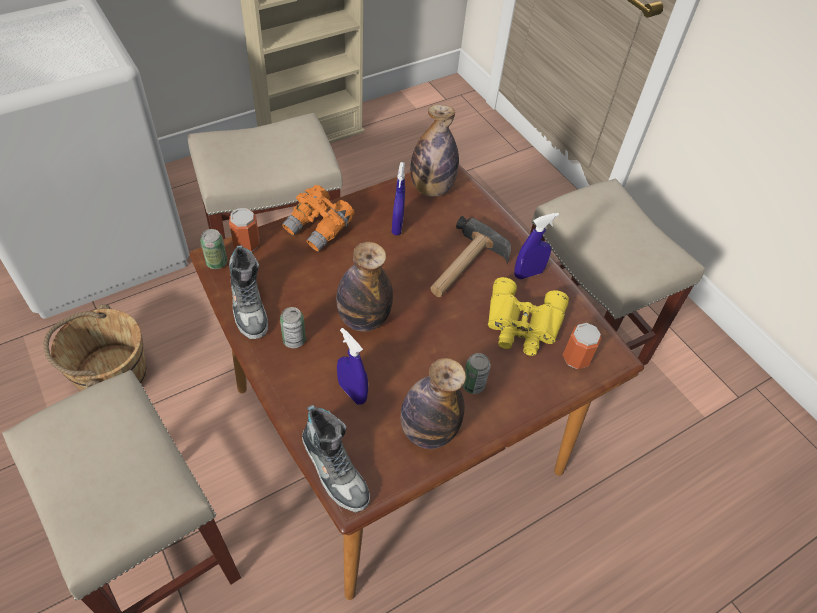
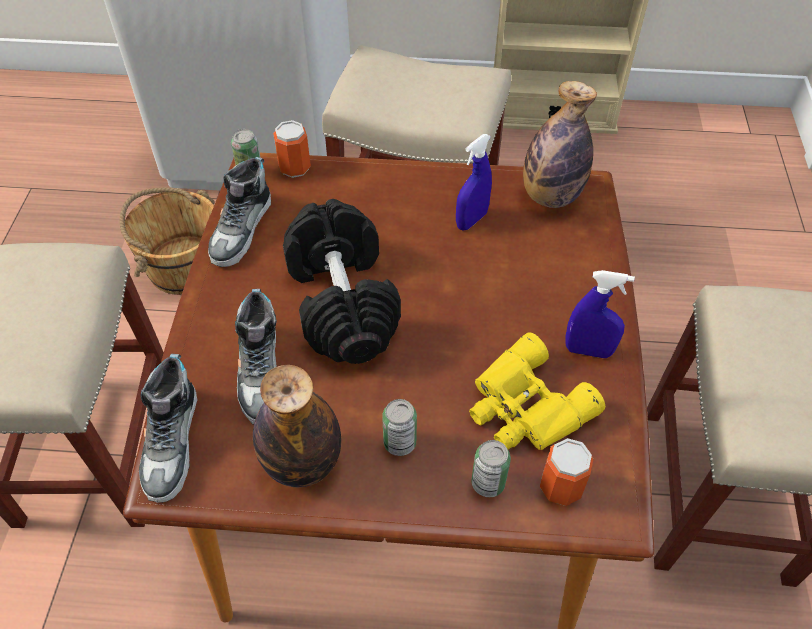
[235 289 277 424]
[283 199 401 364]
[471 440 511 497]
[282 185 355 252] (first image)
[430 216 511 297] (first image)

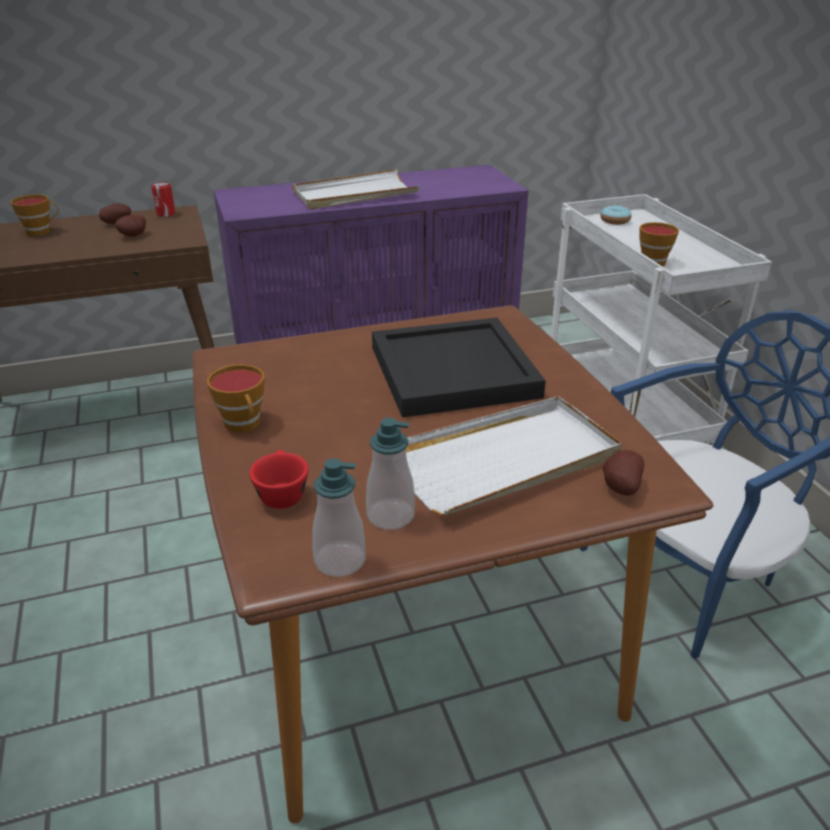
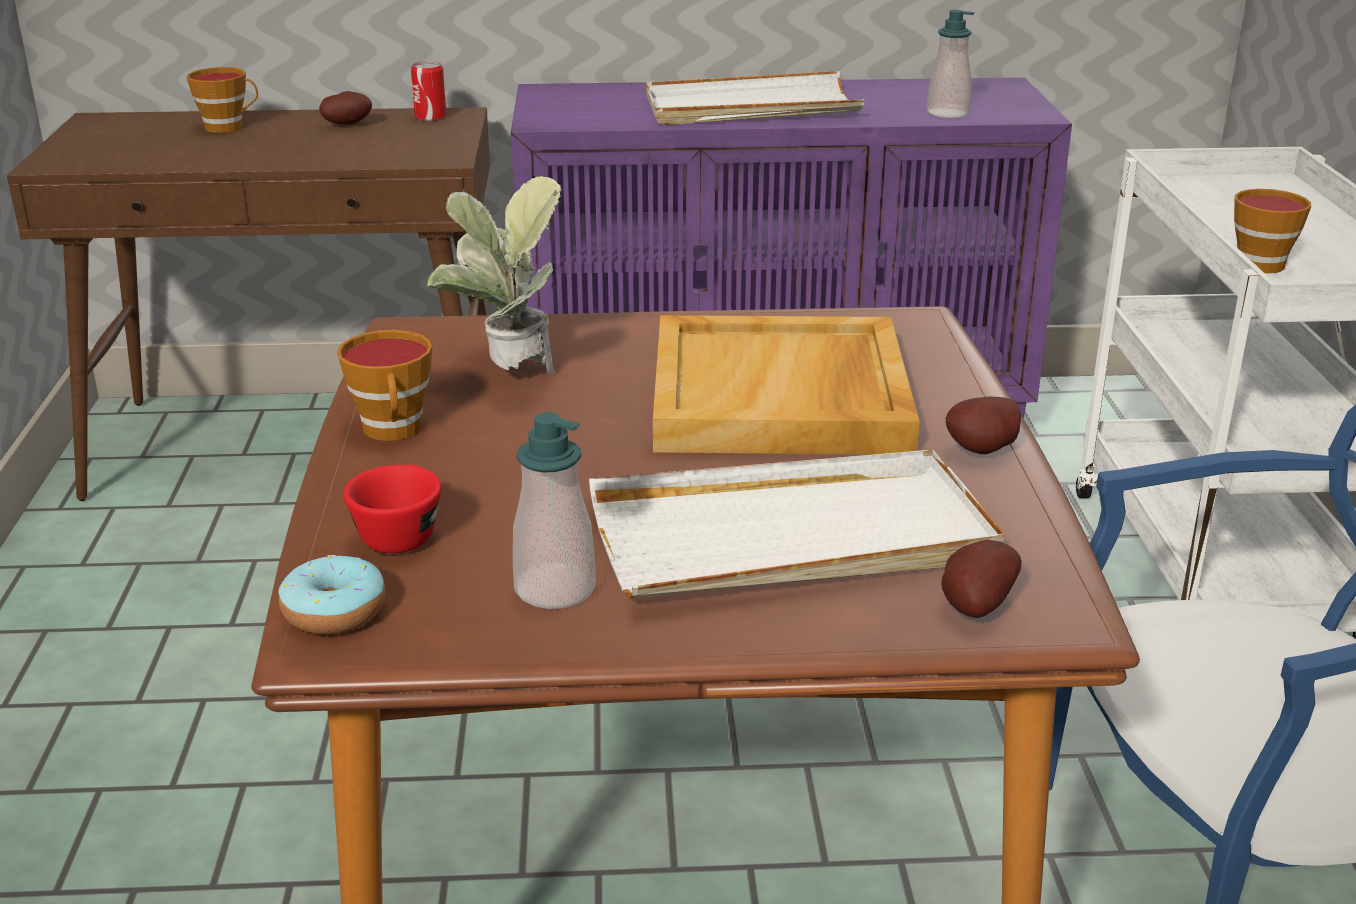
[278 555 386 634]
[428 176 563 376]
[653 315 919 454]
[927 10 974 118]
[945 397 1021 454]

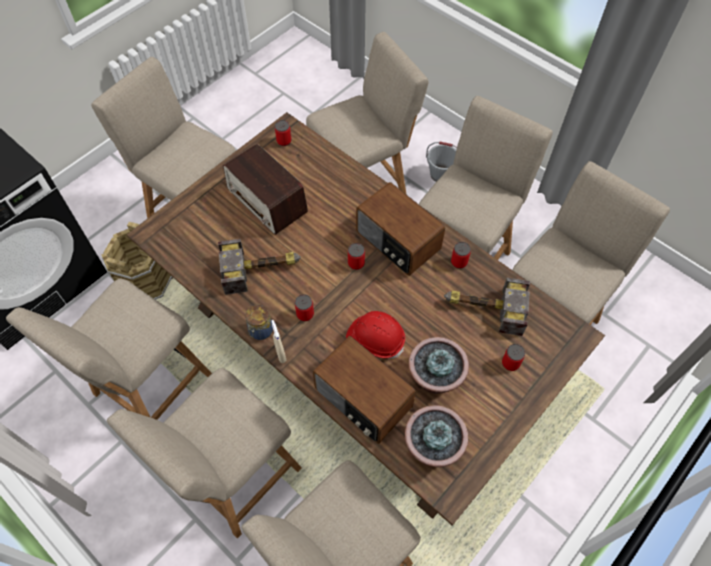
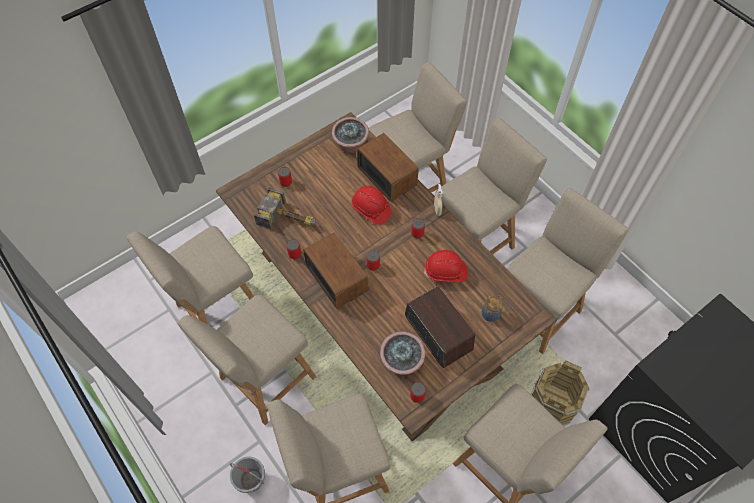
[380 331 426 375]
[424 250 468 282]
[482 295 503 322]

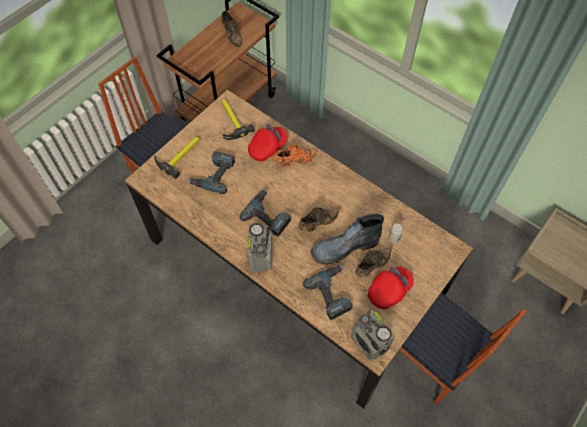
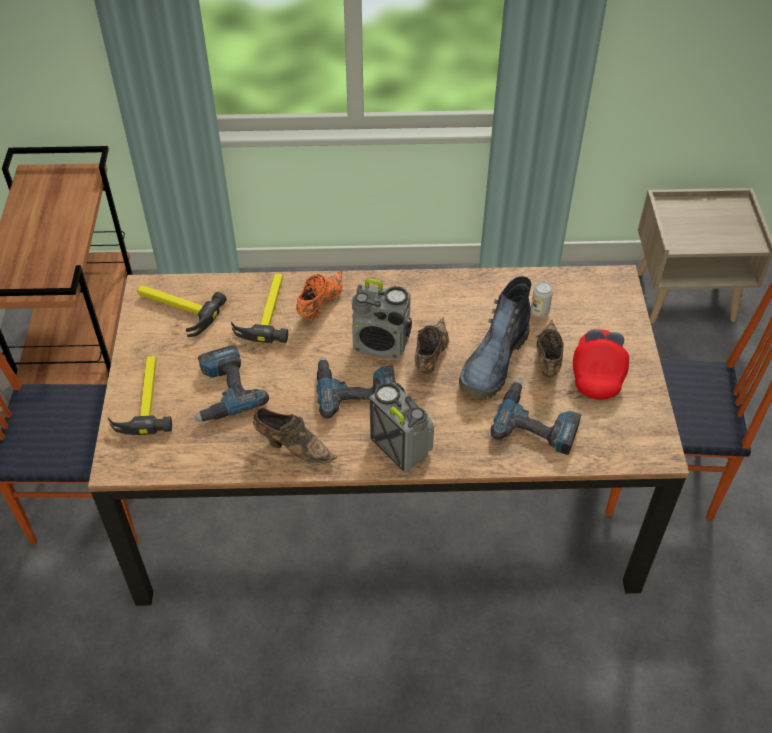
[231 274 288 343]
[253 407 337 465]
[352 279 412 359]

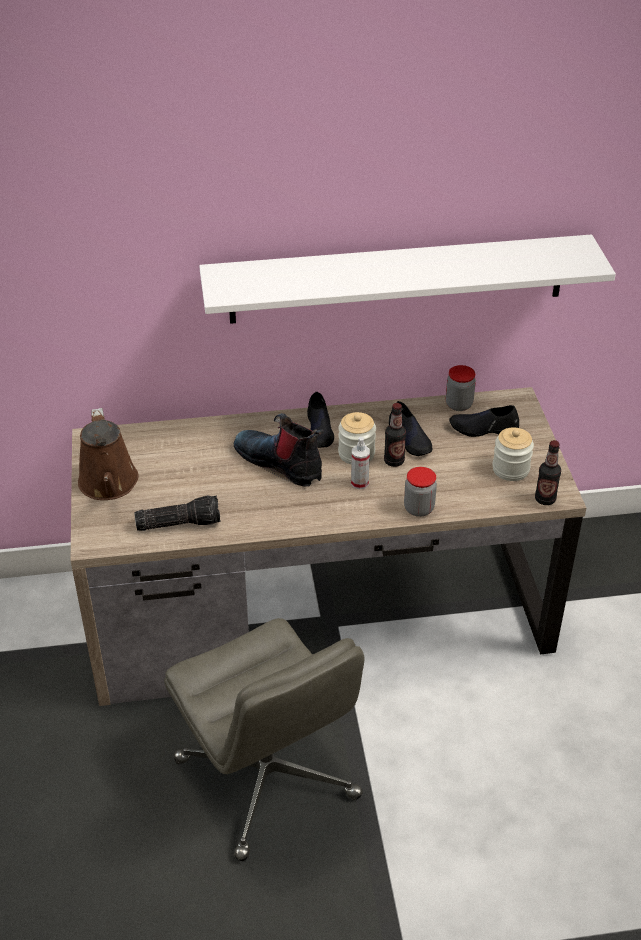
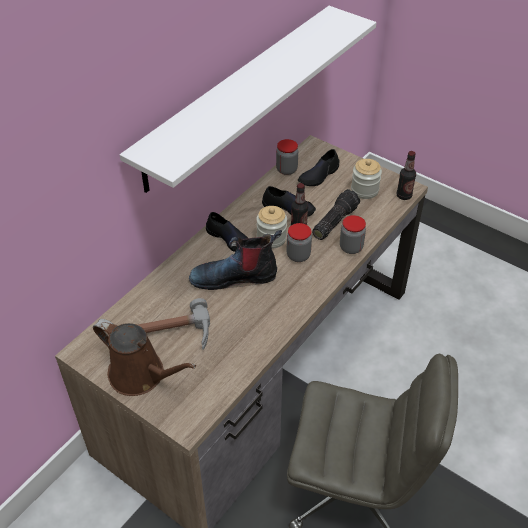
[138 298 210 350]
[287 223 312 262]
[312 189 360 240]

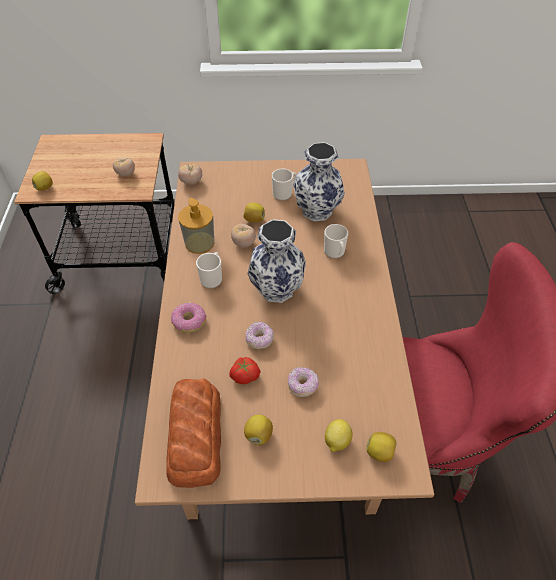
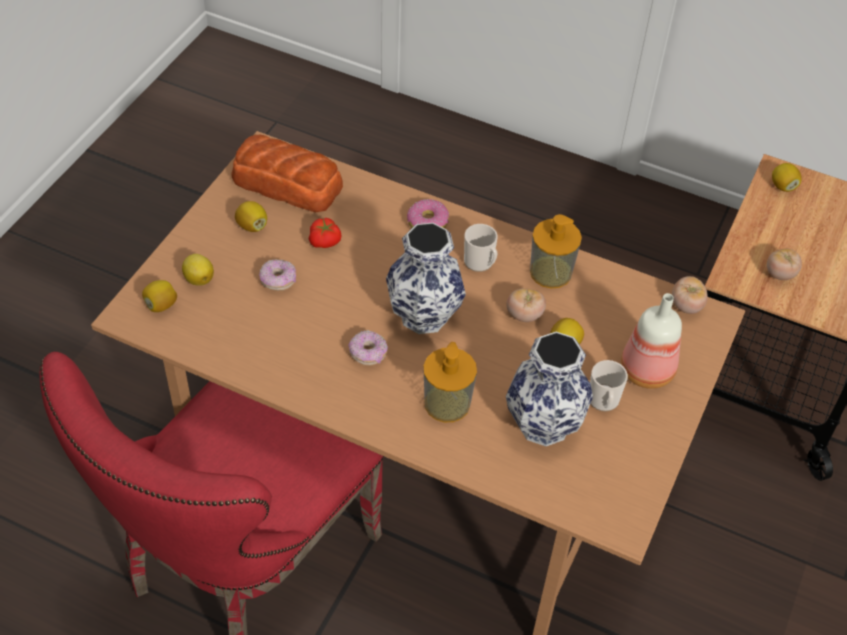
[349 330 388 366]
[423 342 477 422]
[621 293 682 389]

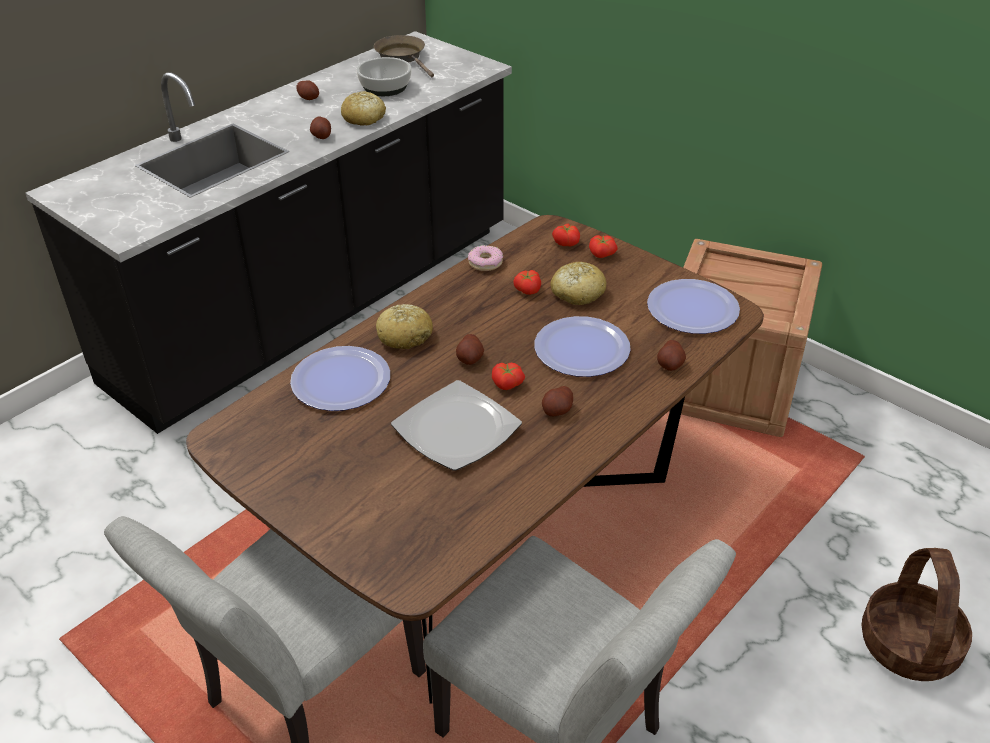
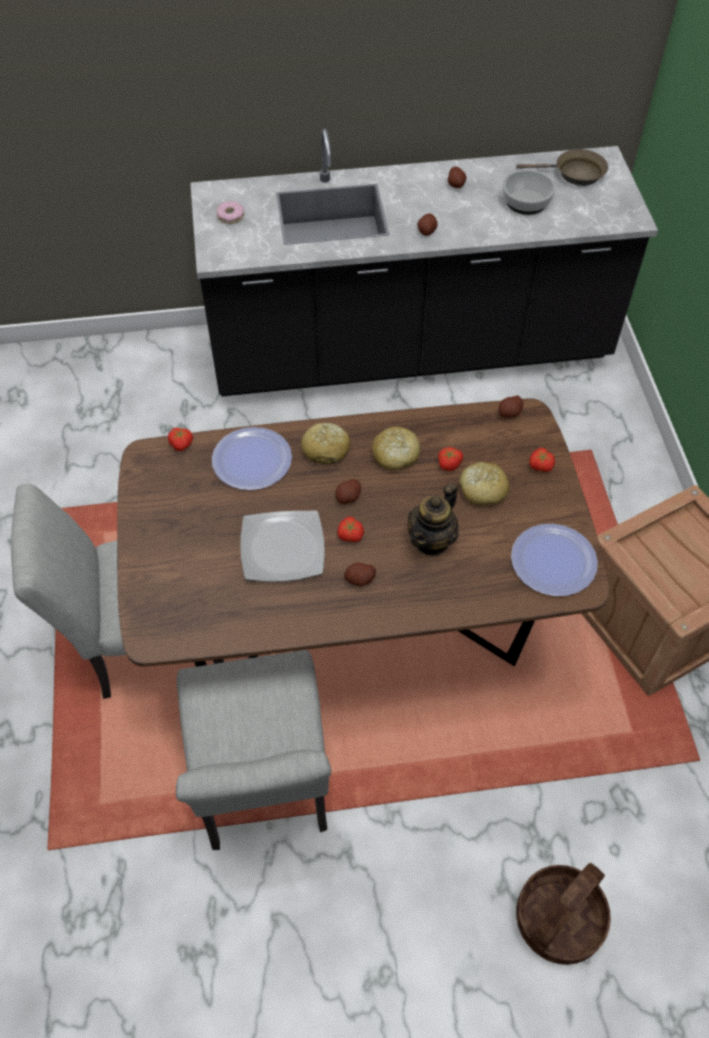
[168 428 193 451]
[216 201 244 224]
[372 427 420 470]
[408 483 459 556]
[499 395 523 418]
[516 149 608 186]

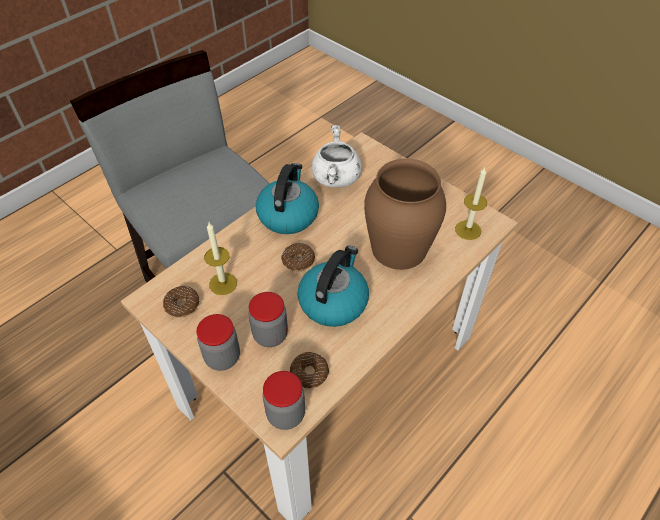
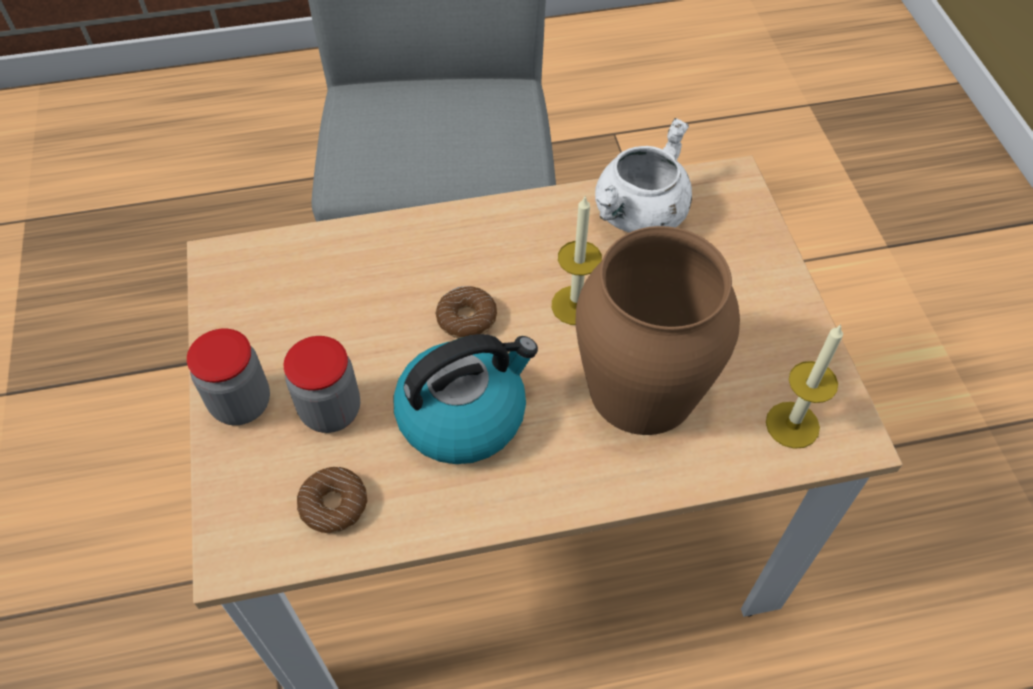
[552 195 602 325]
[163 286 200 318] (first image)
[256 163 319 234] (first image)
[263 371 305 430] (first image)

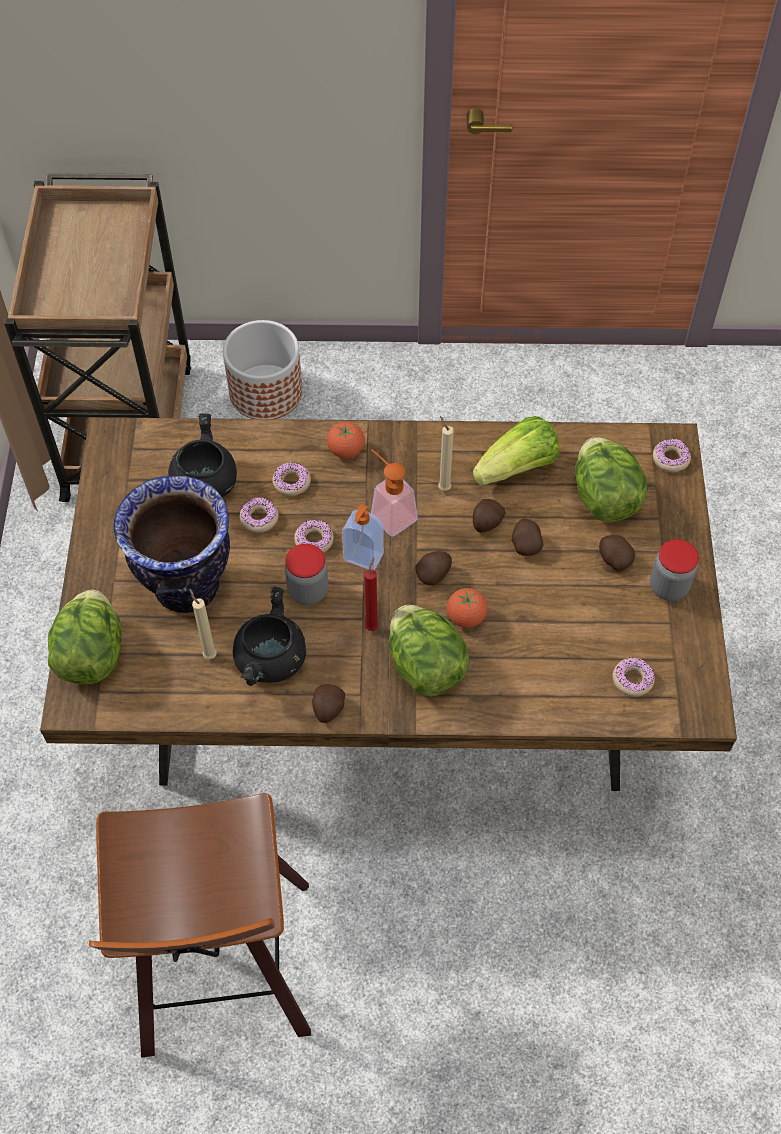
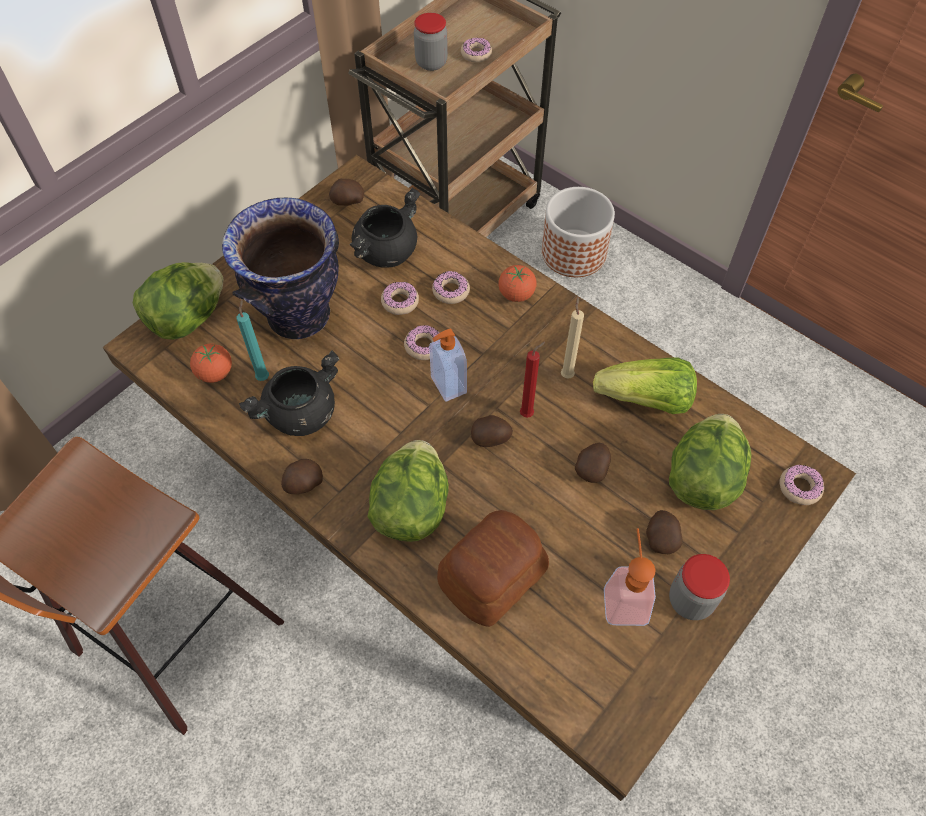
[190 343 232 383]
[236 299 269 381]
[329 179 364 206]
[414 13 448 71]
[437 510 549 627]
[461 37 492 63]
[520 342 545 418]
[604 528 656 626]

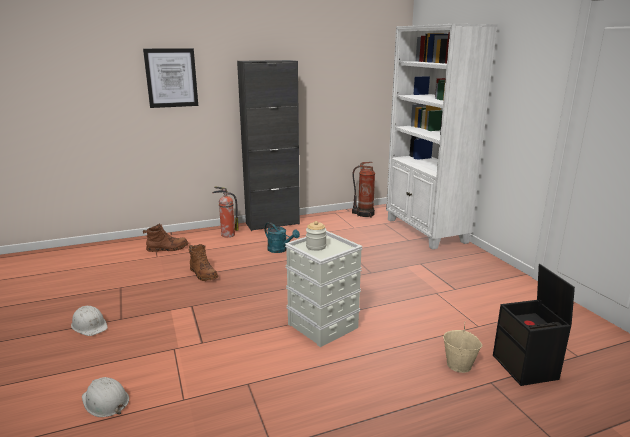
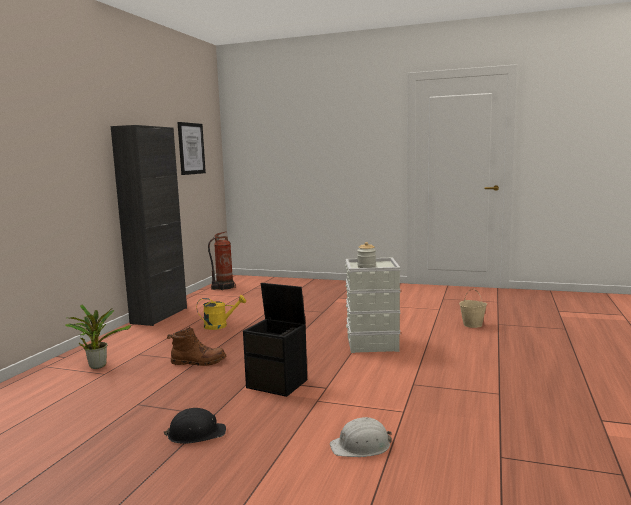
[65 304 131 369]
[163 408 226 444]
[177 122 206 175]
[197 295 246 330]
[243 283 307 397]
[212 187 239 237] (first image)
[386 24 498 250] (first image)

